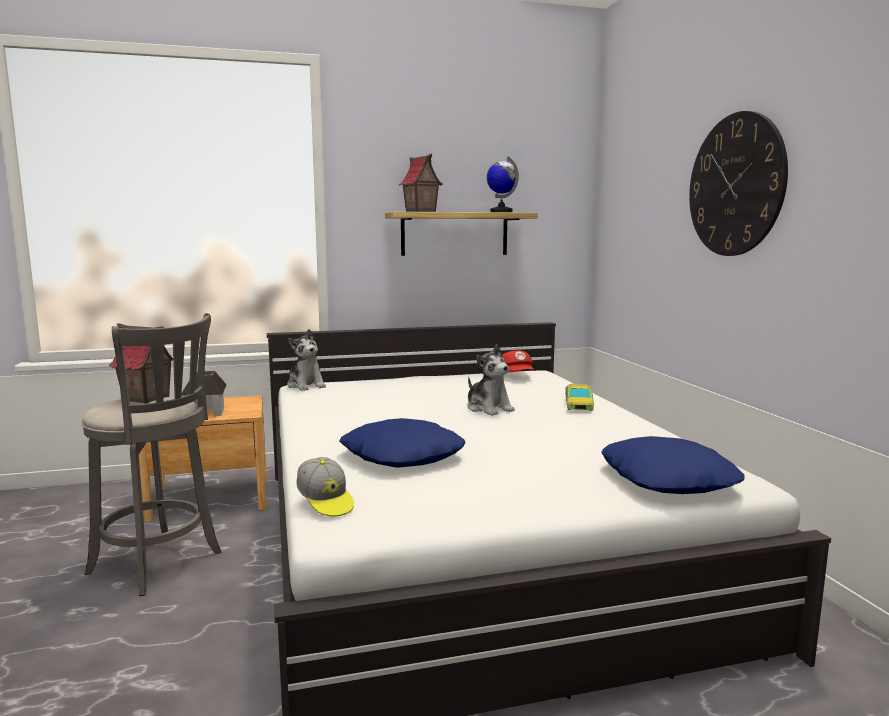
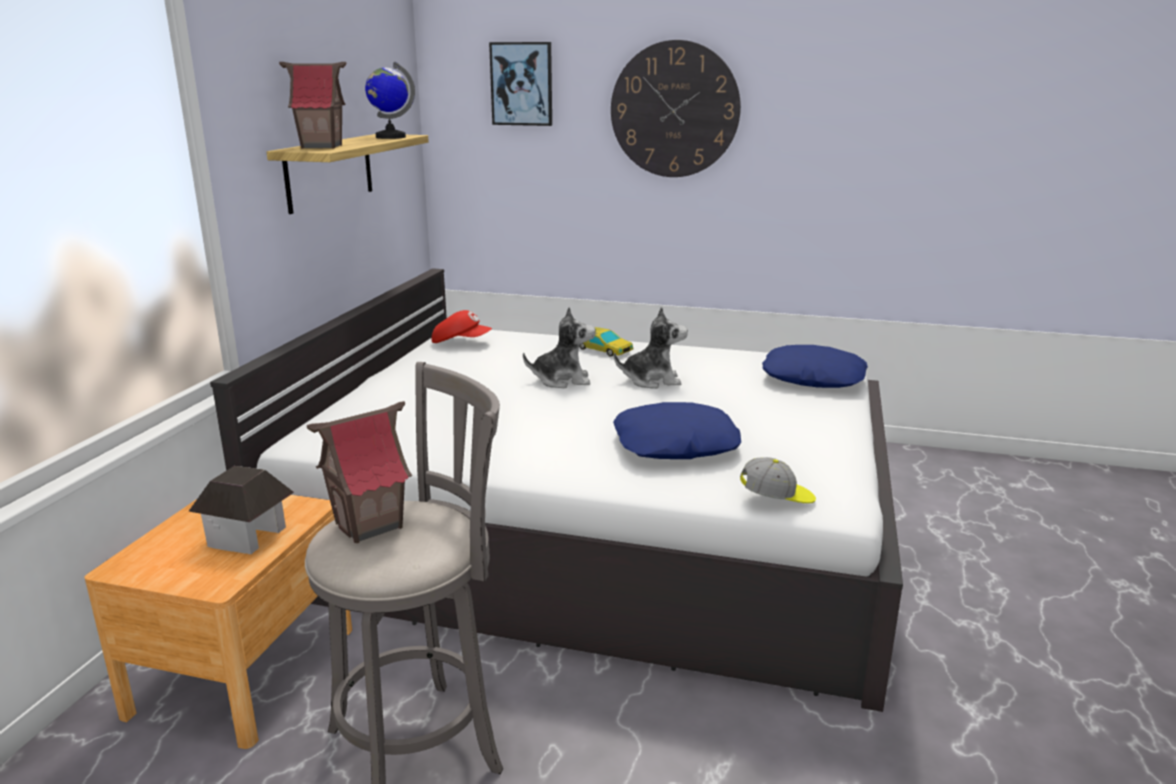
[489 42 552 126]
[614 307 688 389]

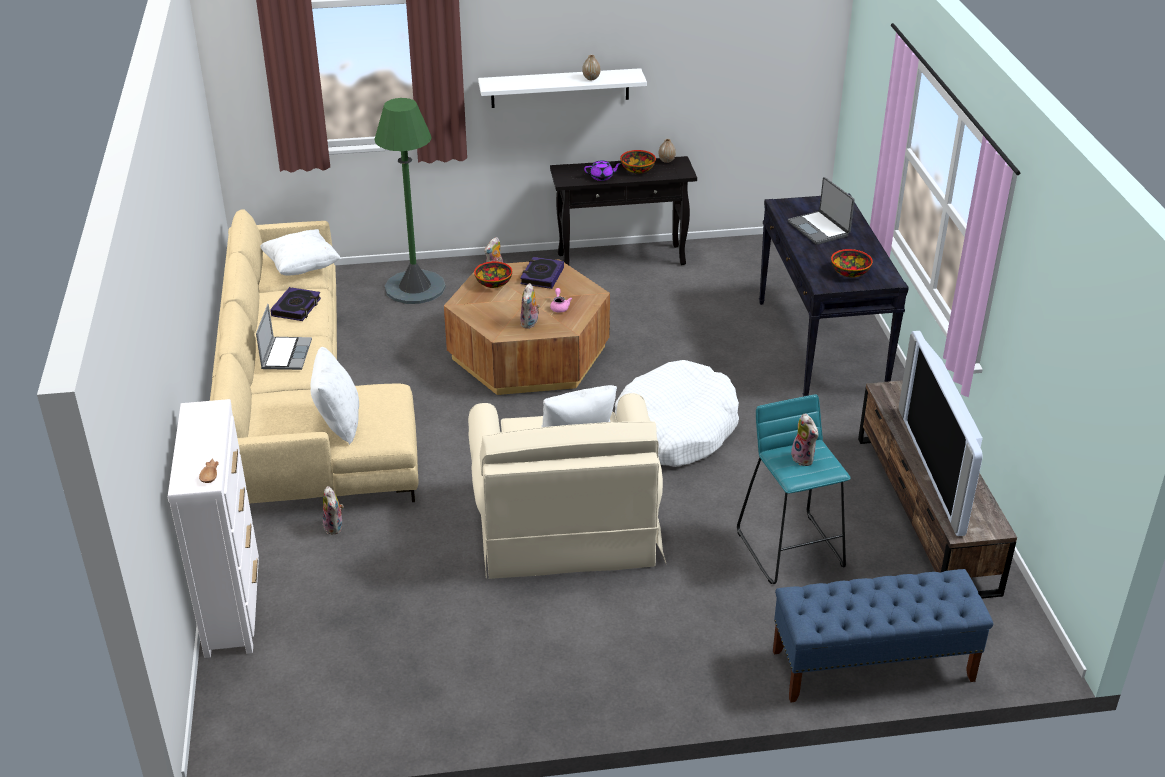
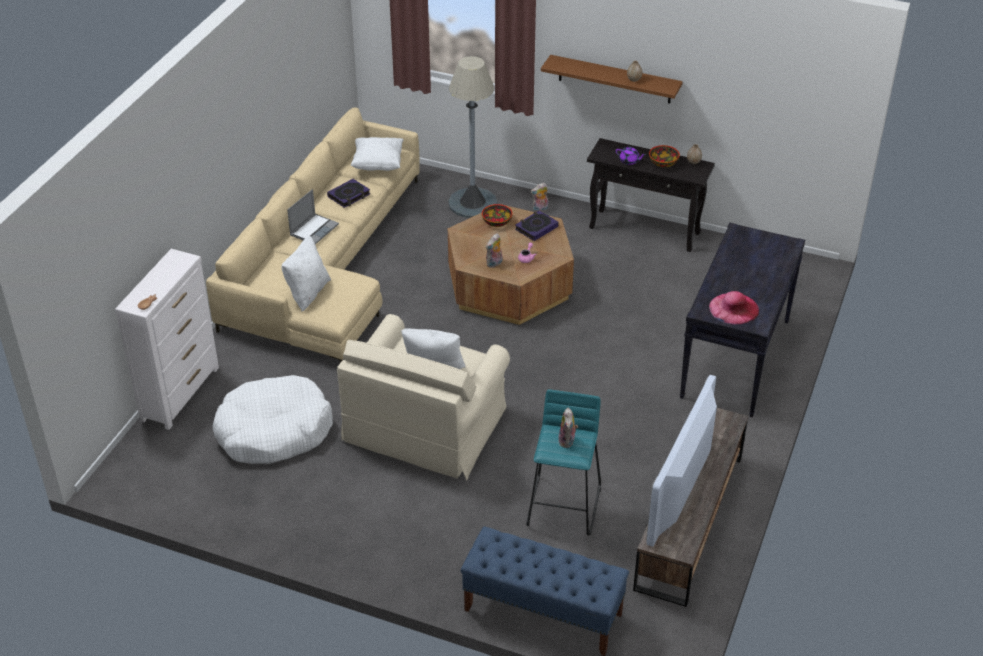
[213 375 333 464]
[448 56 497 218]
[541 55 683 104]
[709 291 759 325]
[323 486 344 535] (first image)
[788 177 855 245] (first image)

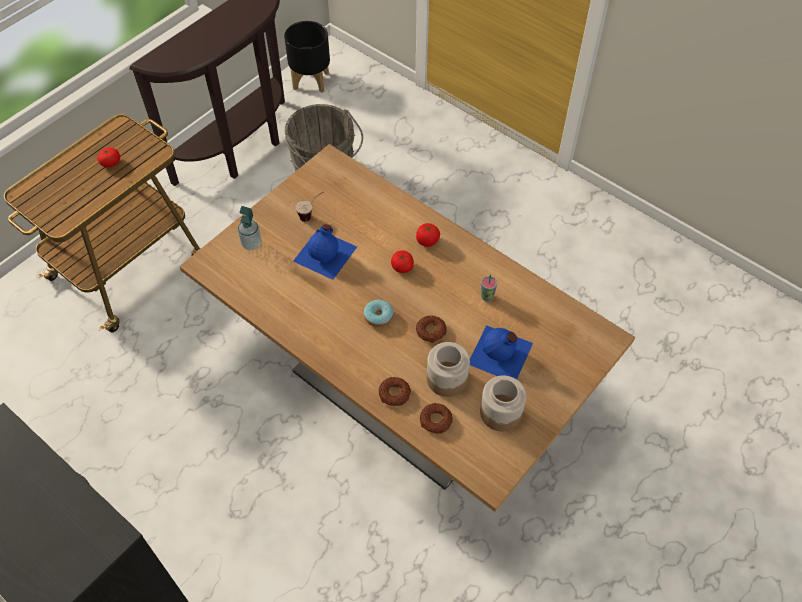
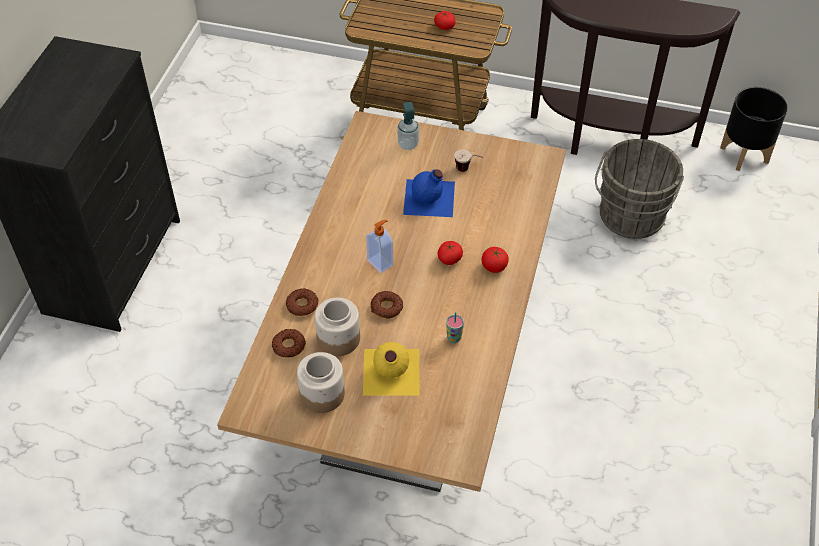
[363 342 420 395]
[366 220 394 273]

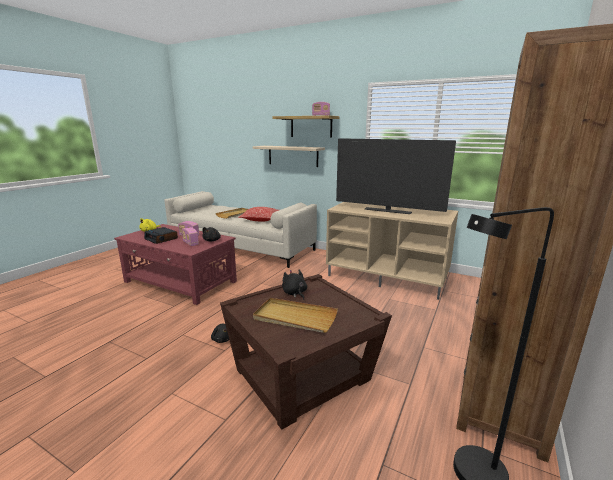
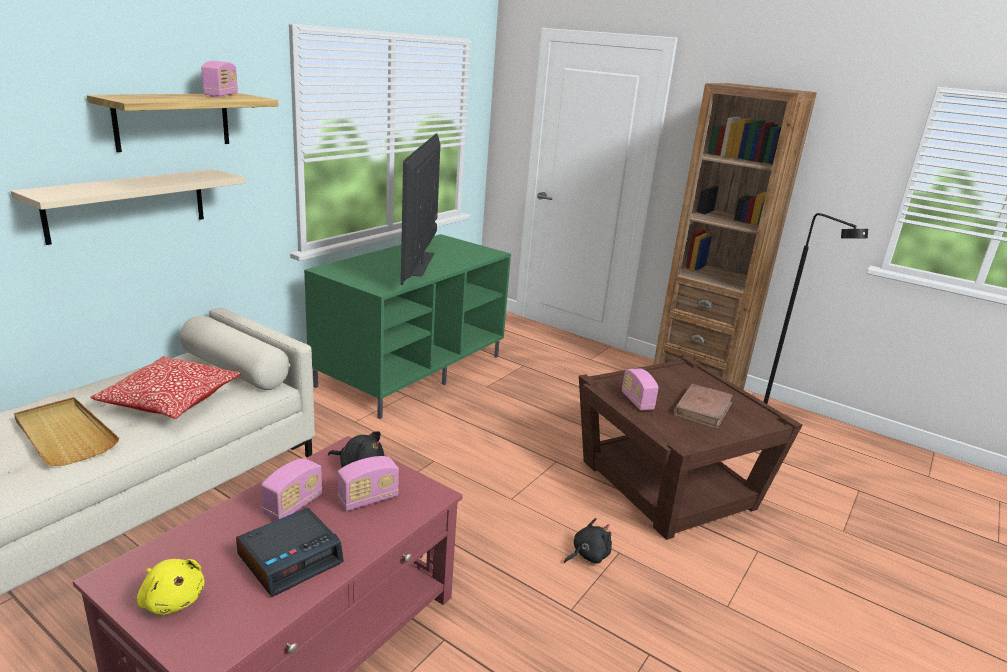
[304 234 511 419]
[401 134 440 285]
[622 368 659 411]
[673 383 733 429]

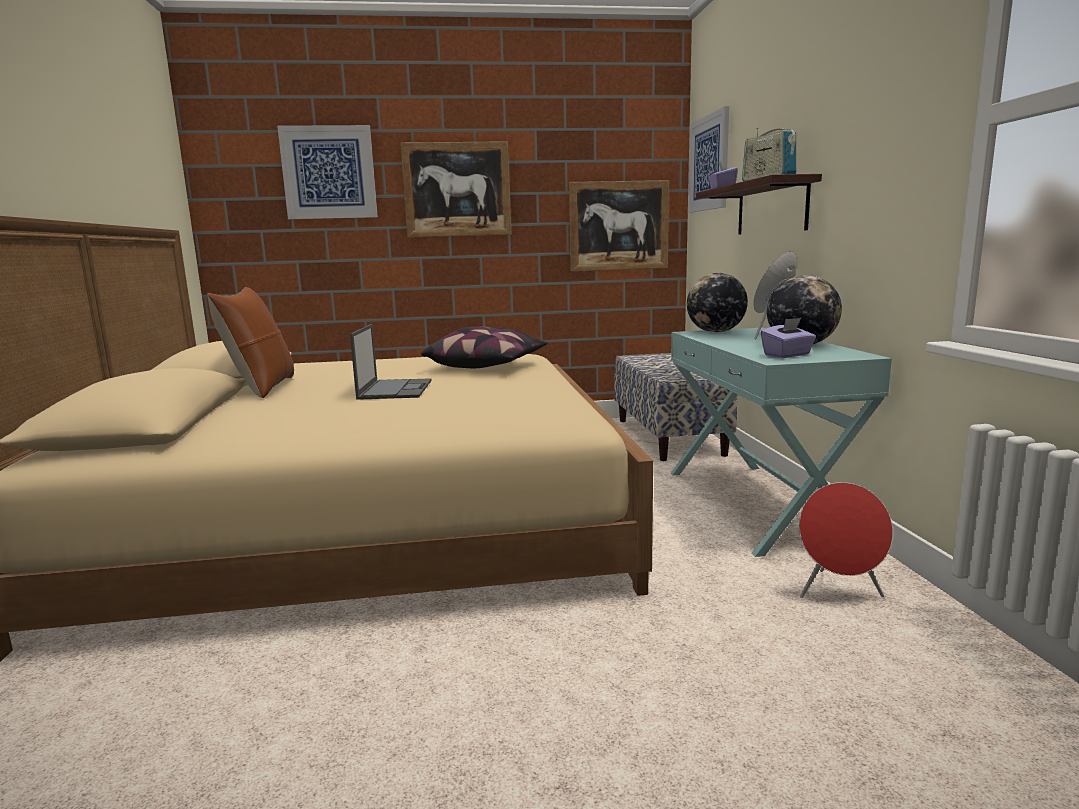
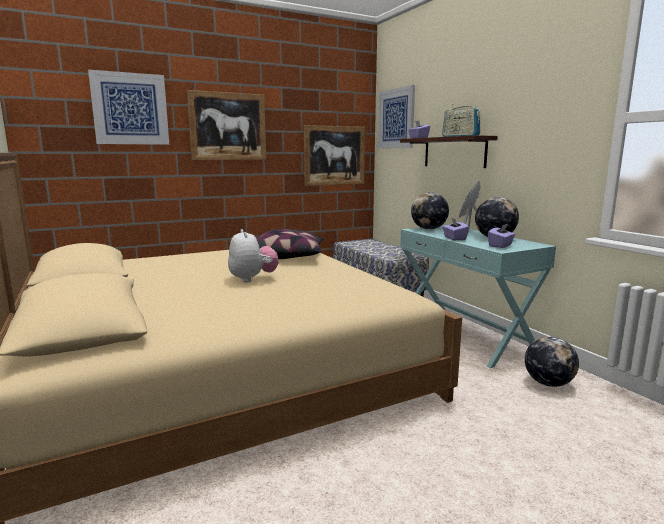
[228 229 279 282]
[443 218 469 240]
[525 336 579 387]
[207 287 294 398] (first image)

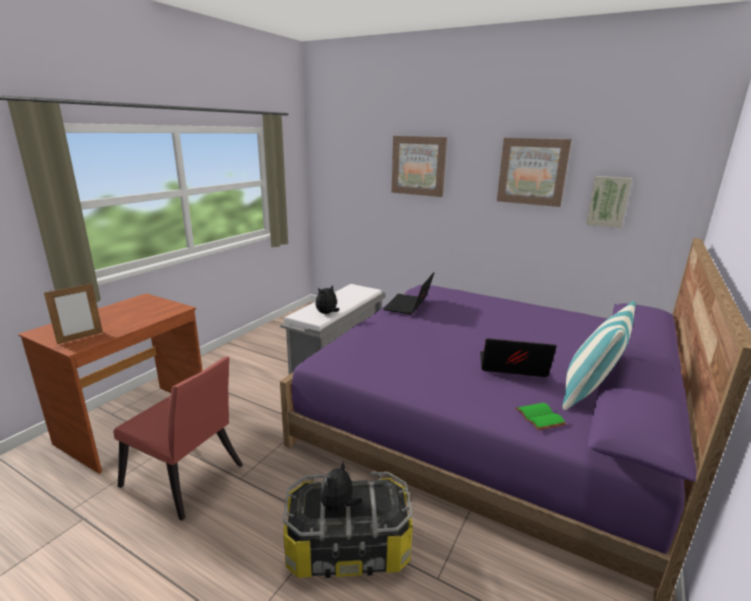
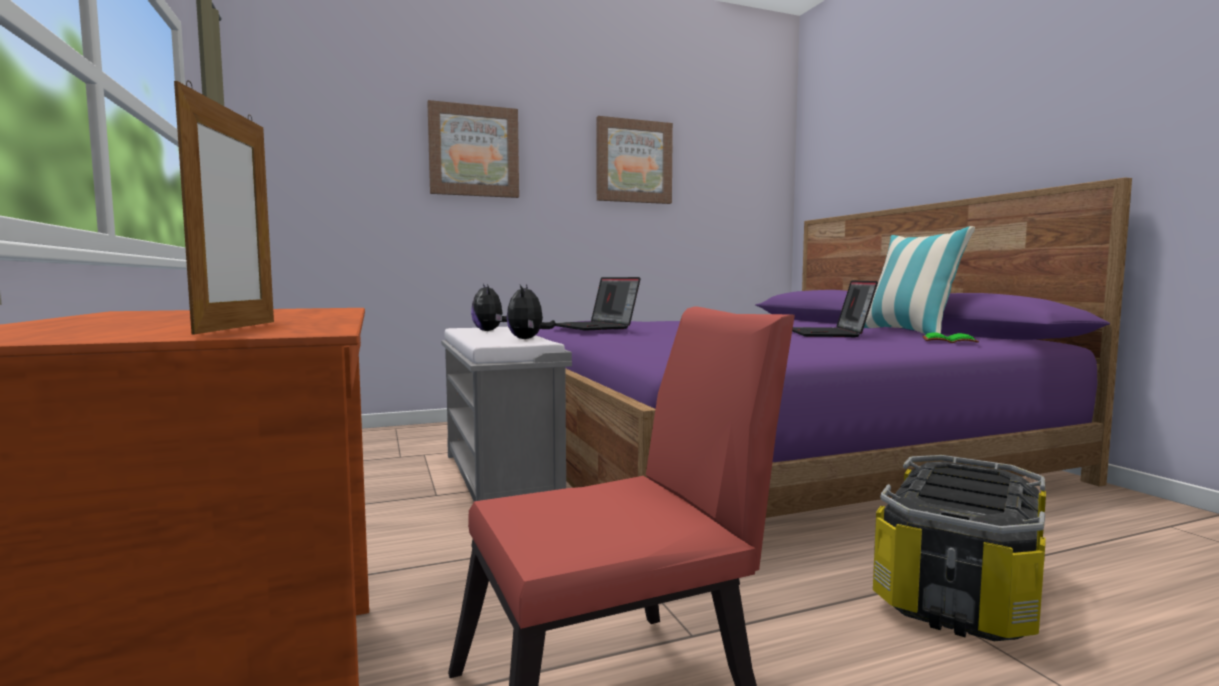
[471 284 507 331]
[792 281 878 337]
[586 176 632 228] (first image)

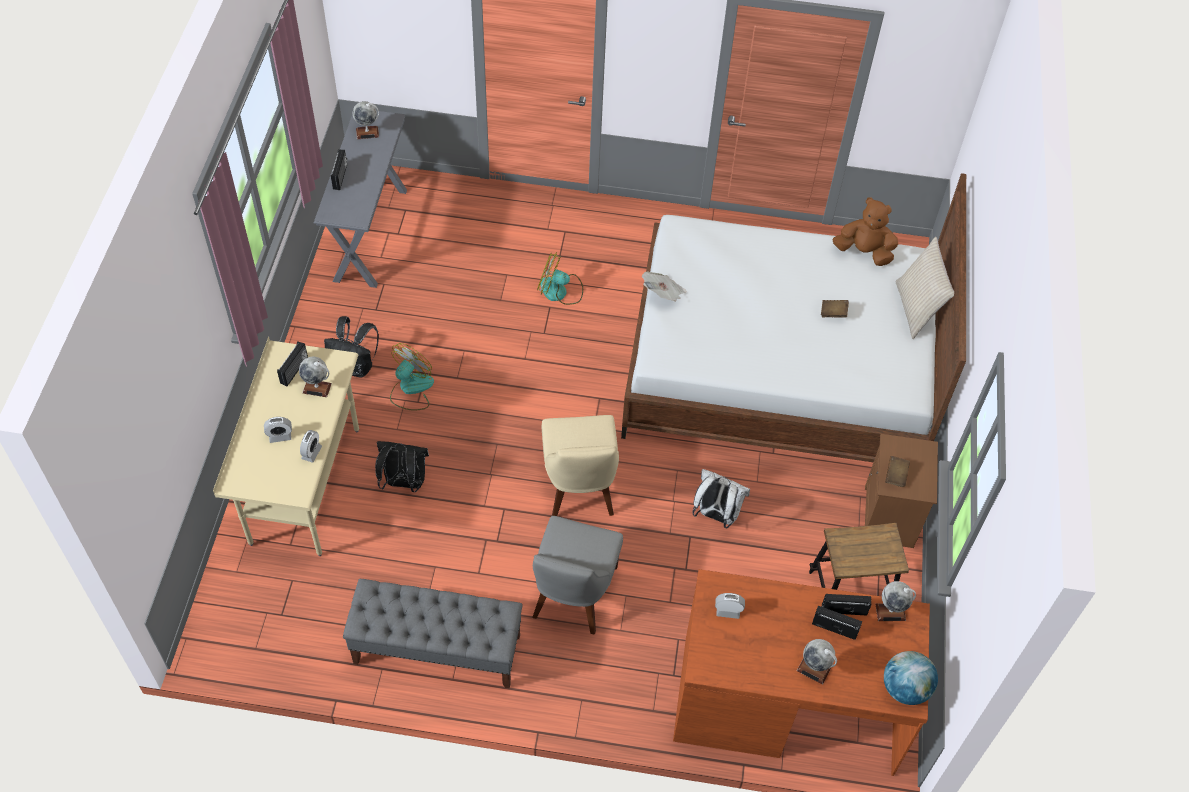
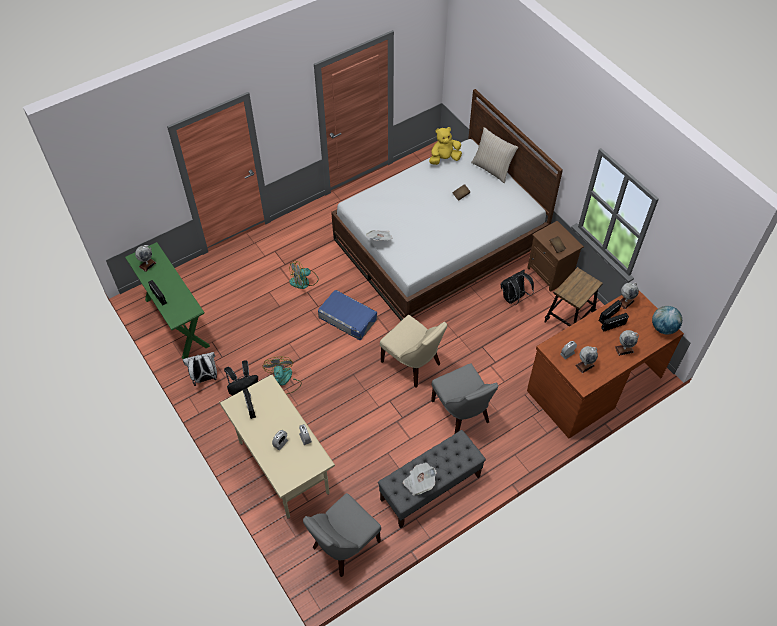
[125 242 210 359]
[183 352 217 386]
[303 493 381 577]
[318 290 377 340]
[403 463 437 496]
[429 127 462 165]
[501 270 534 305]
[575 346 598 373]

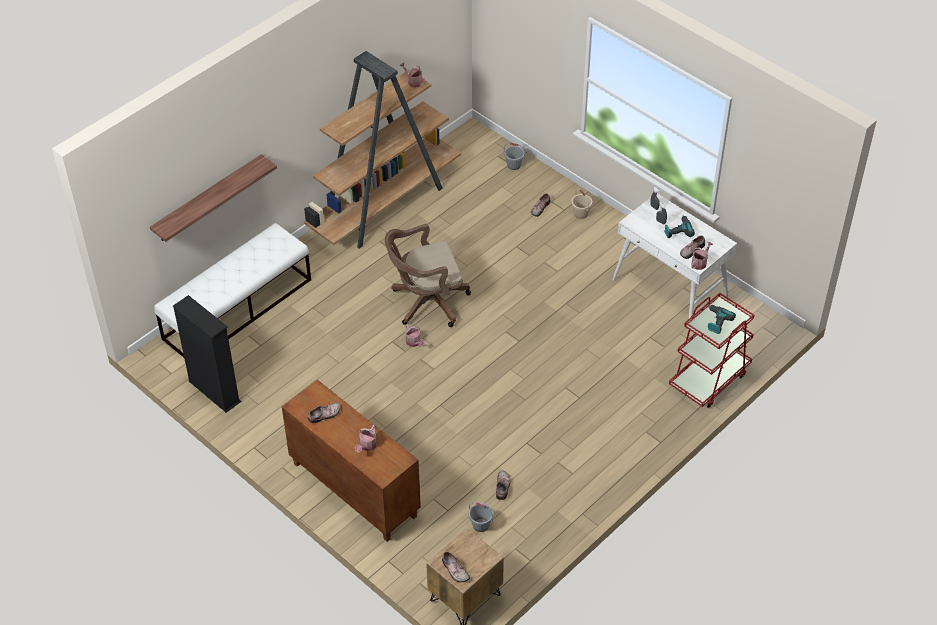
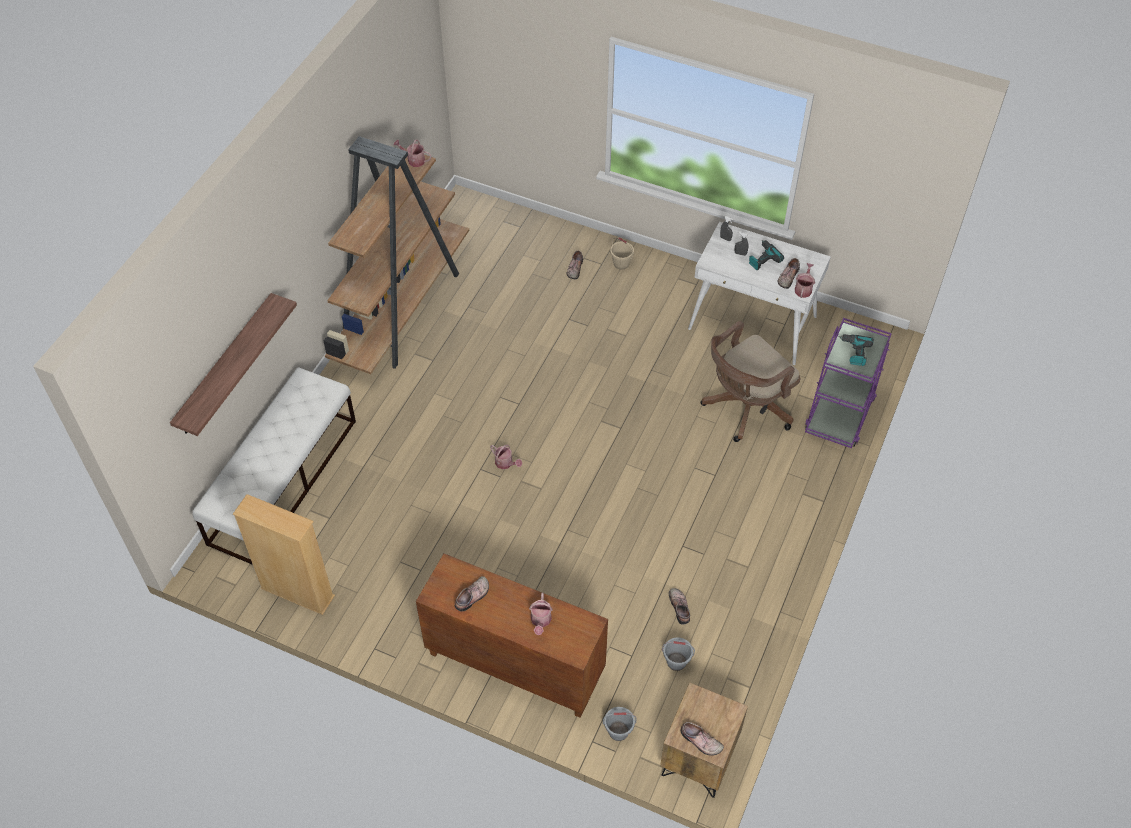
[233 494 335 615]
[603 707 637 741]
[701 321 800 442]
[805 318 892 448]

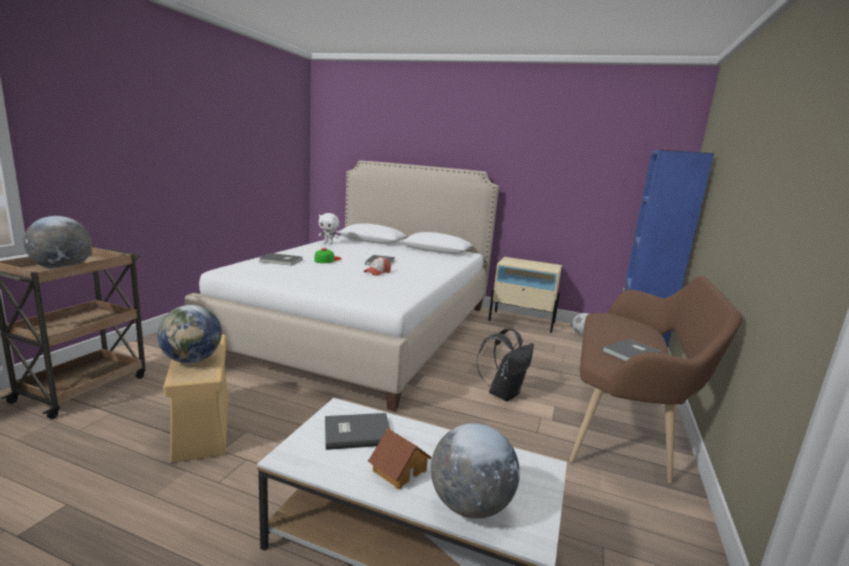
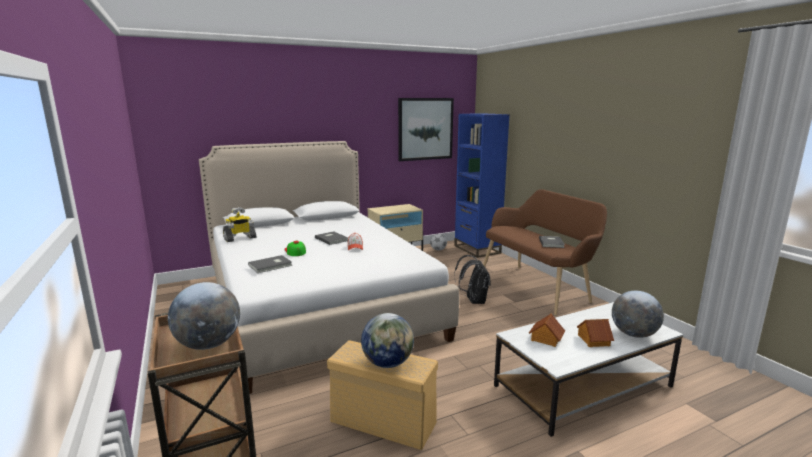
[223 207 256 242]
[398 98 454 161]
[529 313 565 347]

